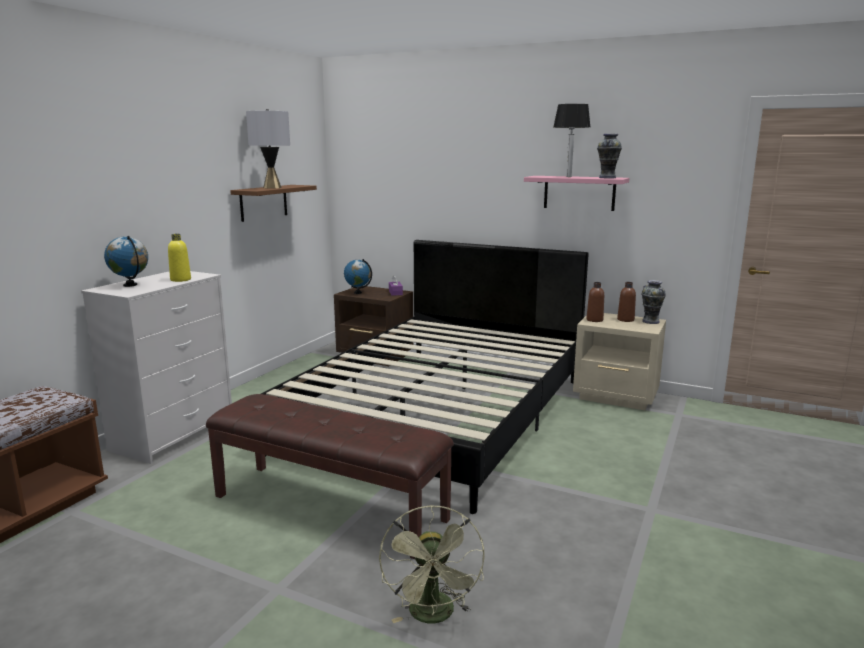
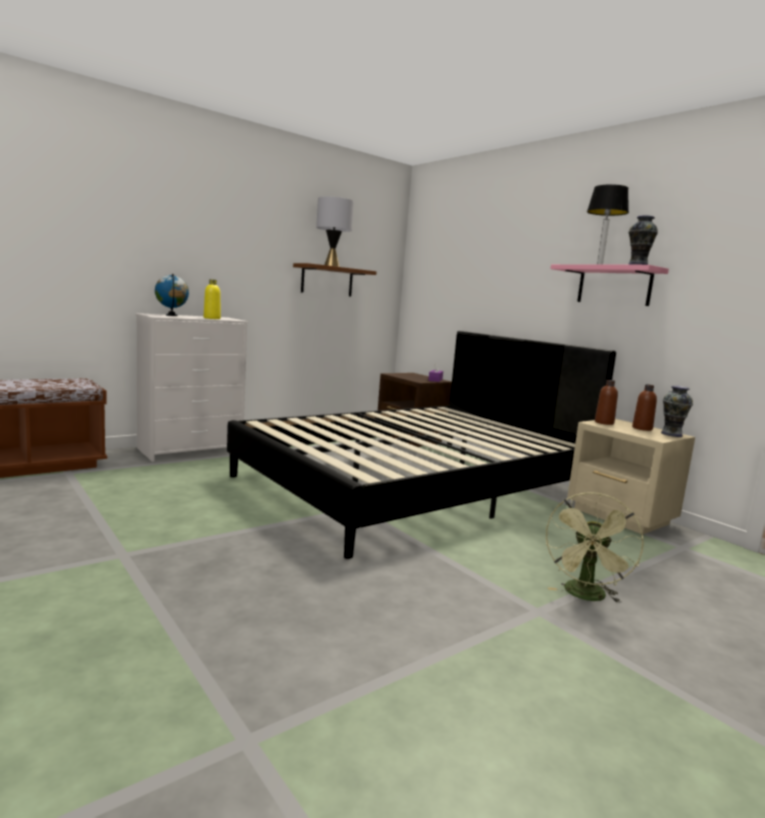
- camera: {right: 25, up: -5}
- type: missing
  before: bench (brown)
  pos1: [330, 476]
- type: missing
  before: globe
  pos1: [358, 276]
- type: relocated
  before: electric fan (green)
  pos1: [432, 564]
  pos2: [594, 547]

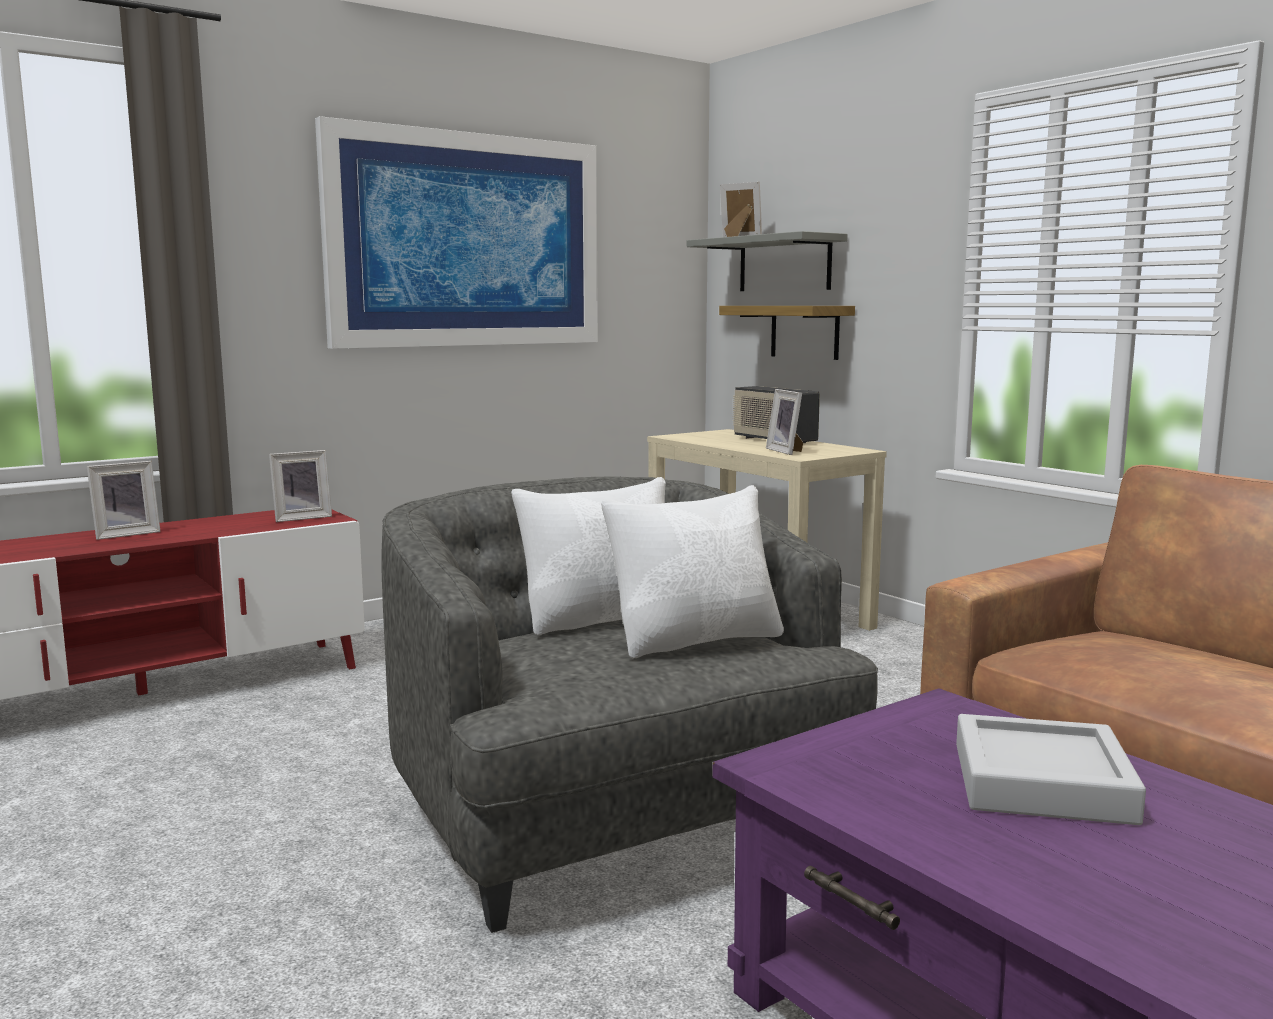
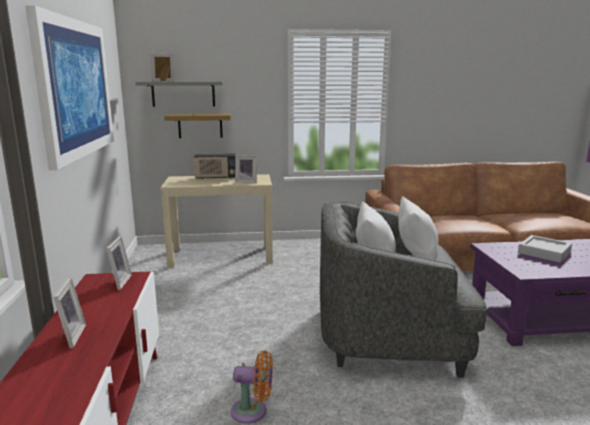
- camera: {right: -60, up: 5}
- type: appeared
  after: electric fan (orange-coloured)
  pos2: [252, 387]

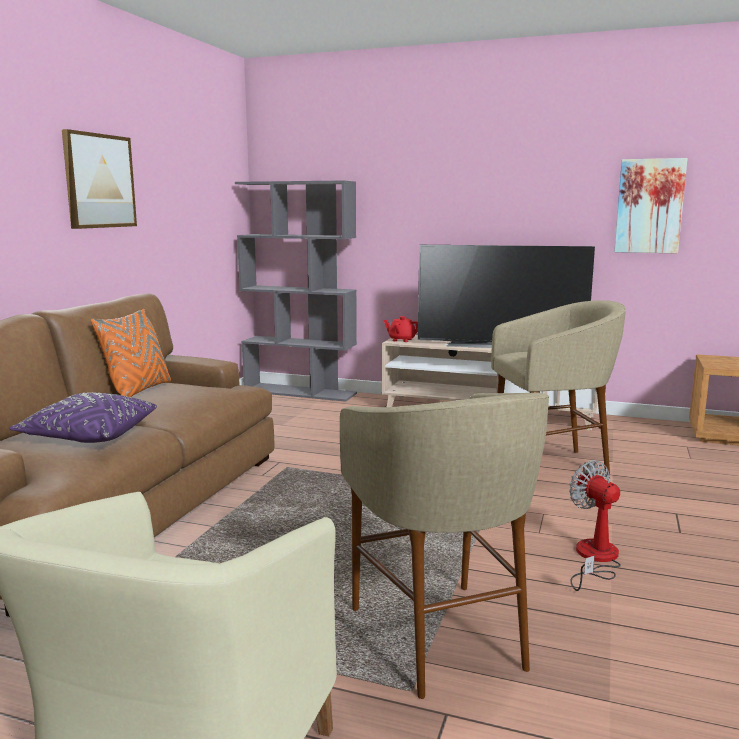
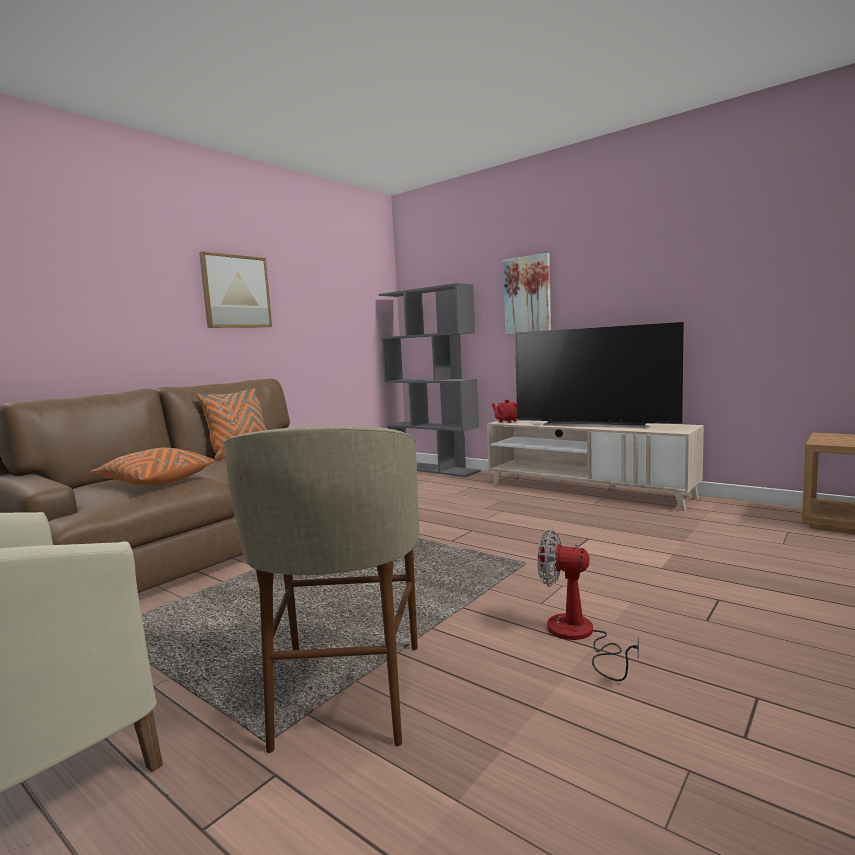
- camera: {right: 20, up: -5}
- type: colour
  before: pillow (purplish)
  after: pillow (orange-coloured)
  pos1: [83, 417]
  pos2: [152, 467]
- type: missing
  before: stool (beige-coloured)
  pos1: [558, 387]
- type: spun
  before: electric fan
  pos1: [595, 525]
  pos2: [588, 605]
  turn: -60
- type: relocated
  before: wall picture
  pos1: [651, 205]
  pos2: [527, 294]

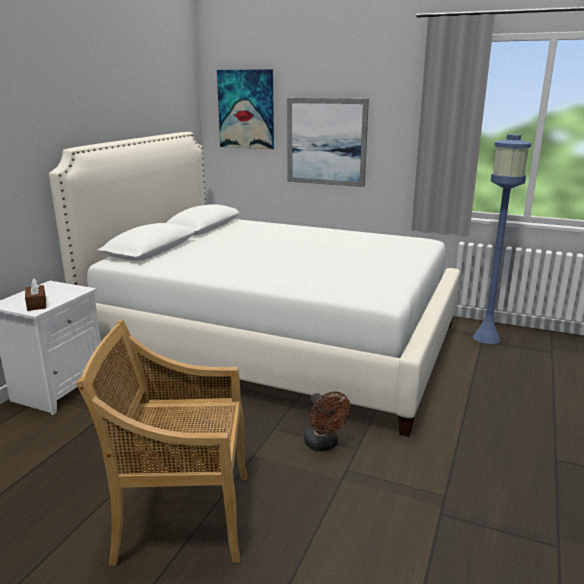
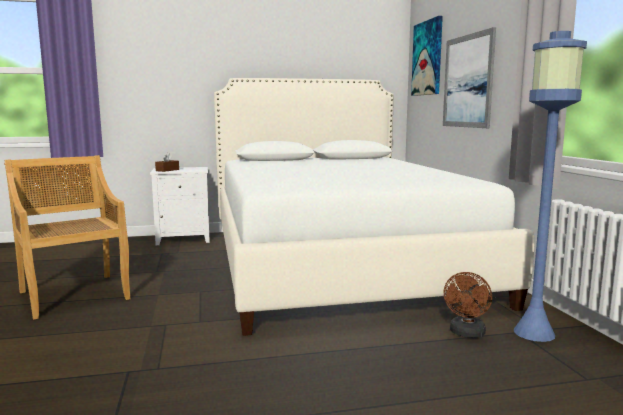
- camera: {right: 55, up: -10}
- type: relocated
  before: electric fan (brown)
  pos1: [327, 421]
  pos2: [468, 305]

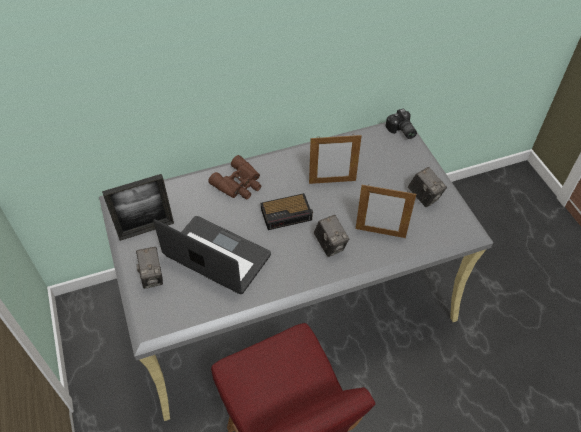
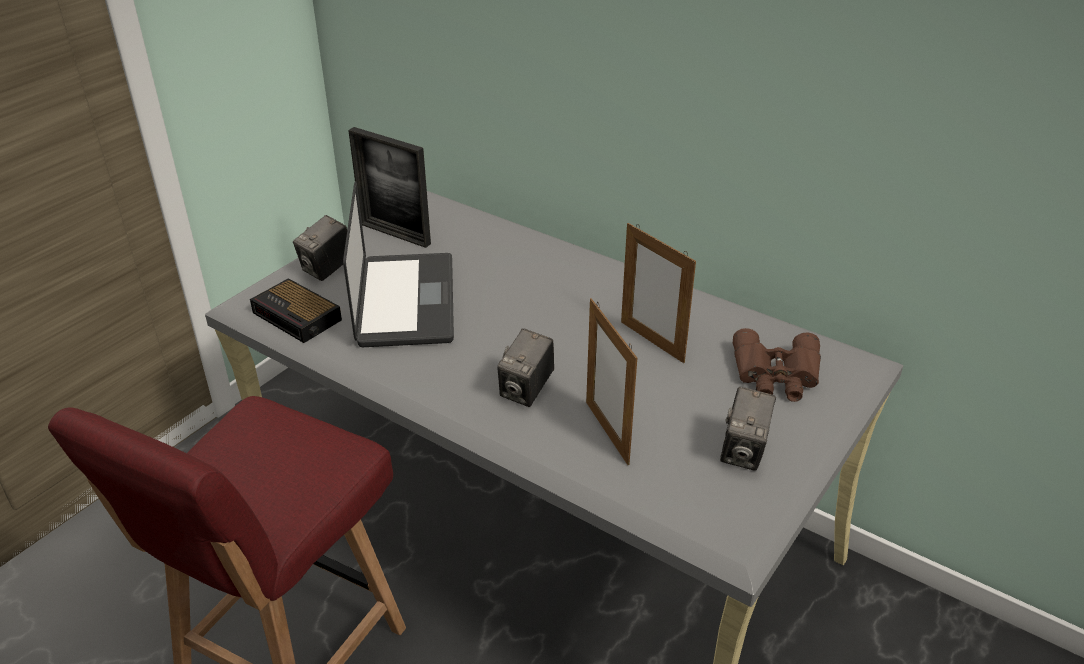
- camera: {right: 55, up: -15}
- type: relocated
  before: binoculars (brown)
  pos1: [234, 177]
  pos2: [777, 365]
- type: relocated
  before: alarm clock
  pos1: [287, 211]
  pos2: [296, 310]
- type: missing
  before: photo camera
  pos1: [401, 124]

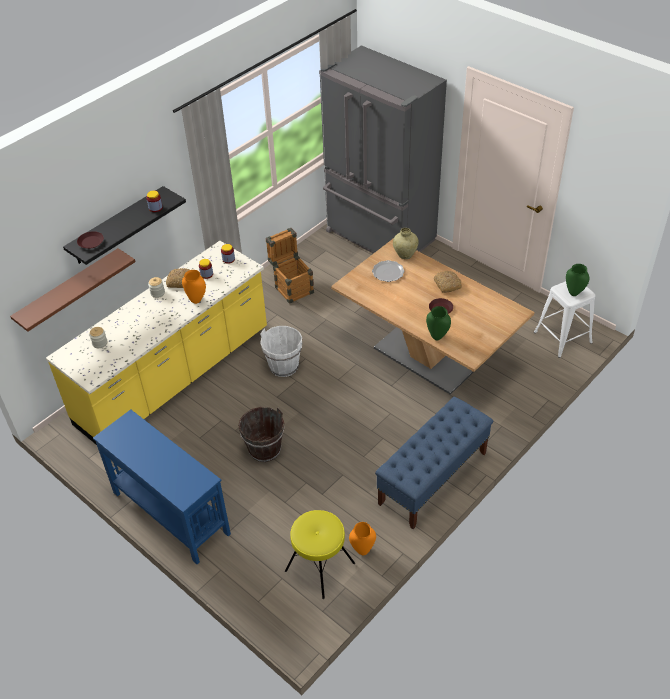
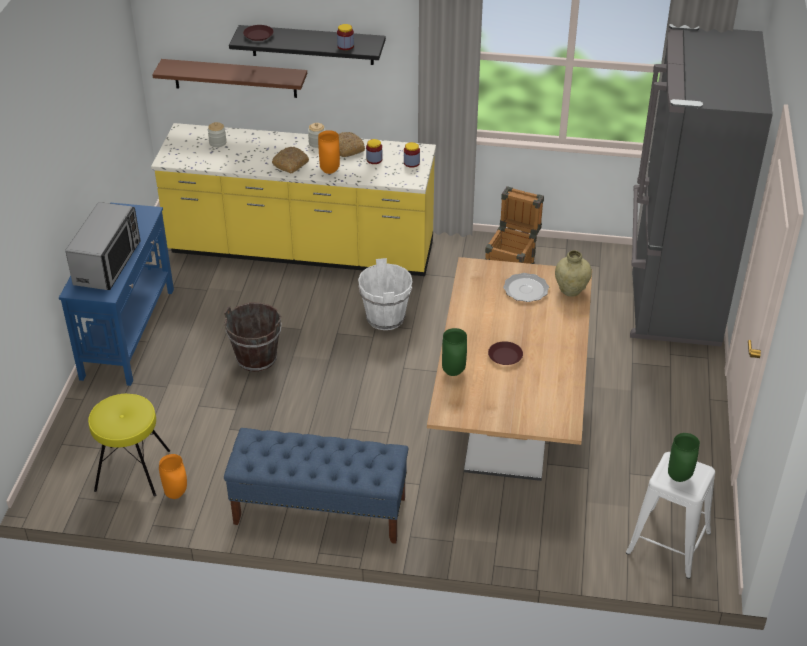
- camera: {right: 55, up: -5}
- type: relocated
  before: bakery bread
  pos1: [448, 282]
  pos2: [290, 160]
- type: appeared
  after: kitchen microwave
  pos2: [103, 246]

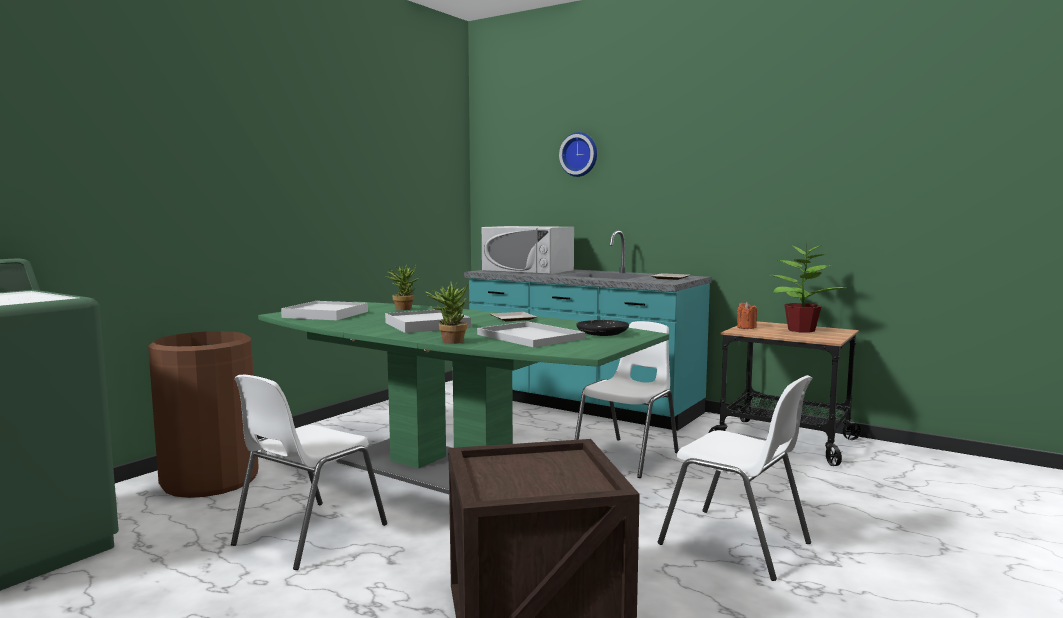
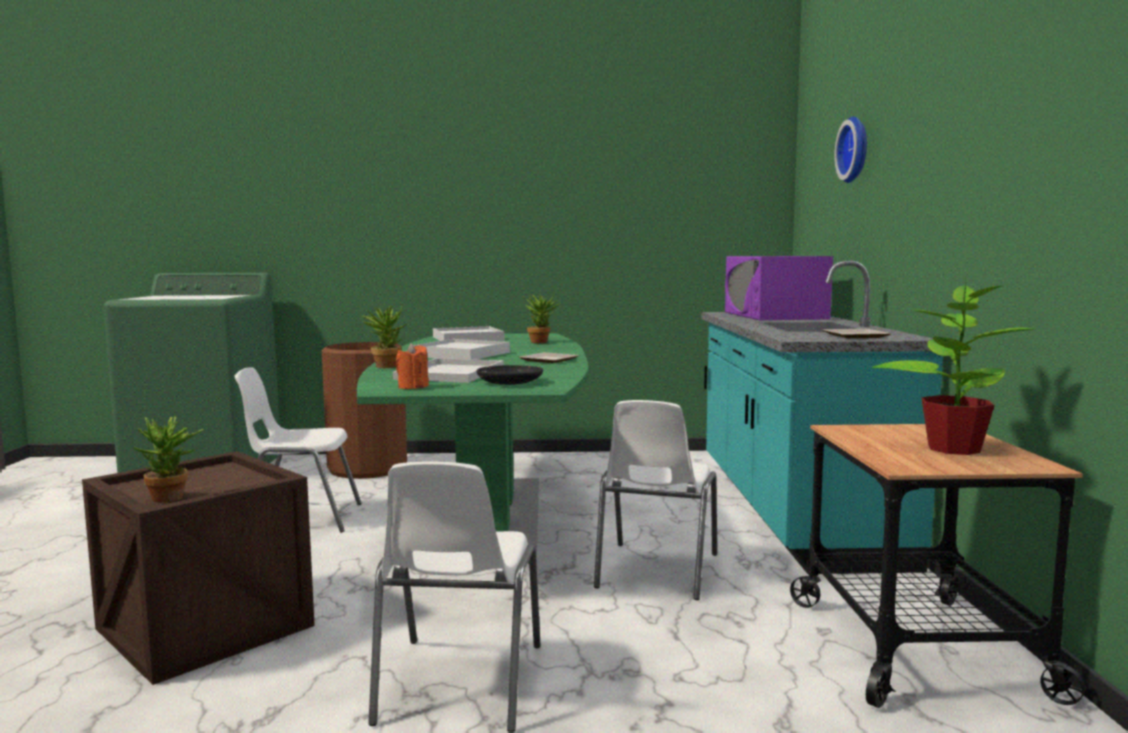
- camera: {right: 55, up: 0}
- type: colour
  before: kitchen microwave (whitish)
  after: kitchen microwave (purplish)
  pos1: [528, 250]
  pos2: [779, 288]
- type: spun
  before: upright chair (whitish)
  pos1: [627, 399]
  pos2: [655, 500]
  turn: 105
- type: relocated
  before: candle (orange-coloured)
  pos1: [747, 315]
  pos2: [412, 366]
- type: appeared
  after: houseplant
  pos2: [168, 459]

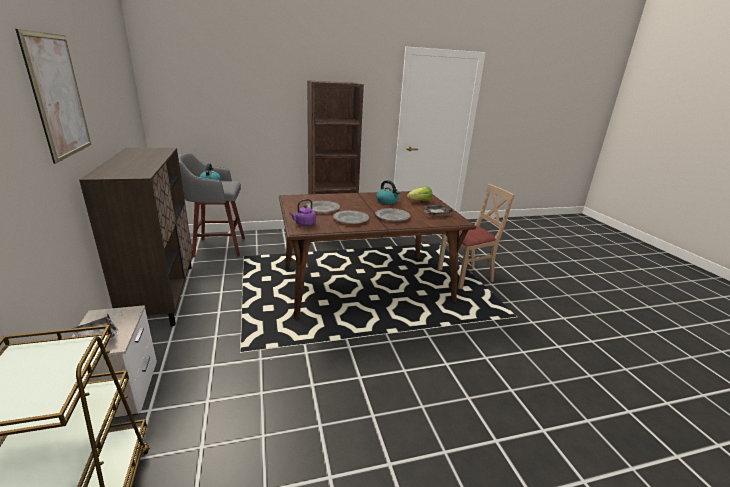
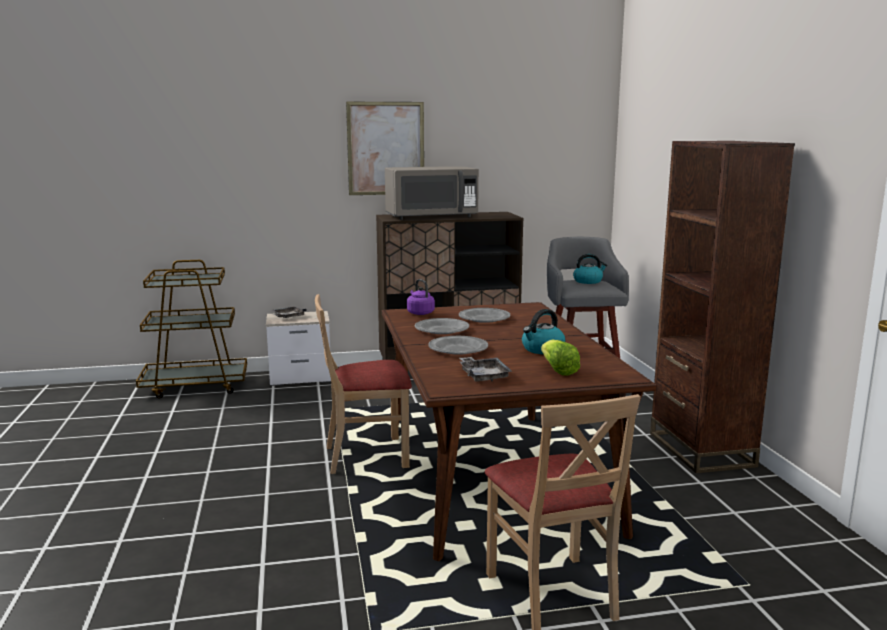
- camera: {right: 95, up: -10}
- type: appeared
  after: upright chair (beige-coloured)
  pos2: [363, 384]
- type: appeared
  after: kitchen microwave (gray)
  pos2: [432, 193]

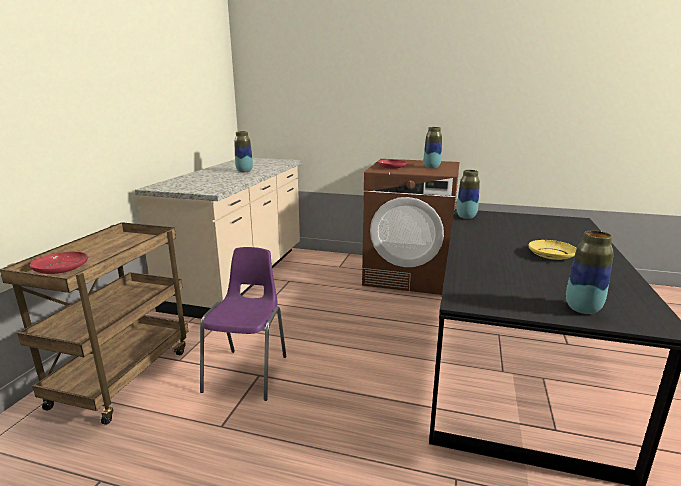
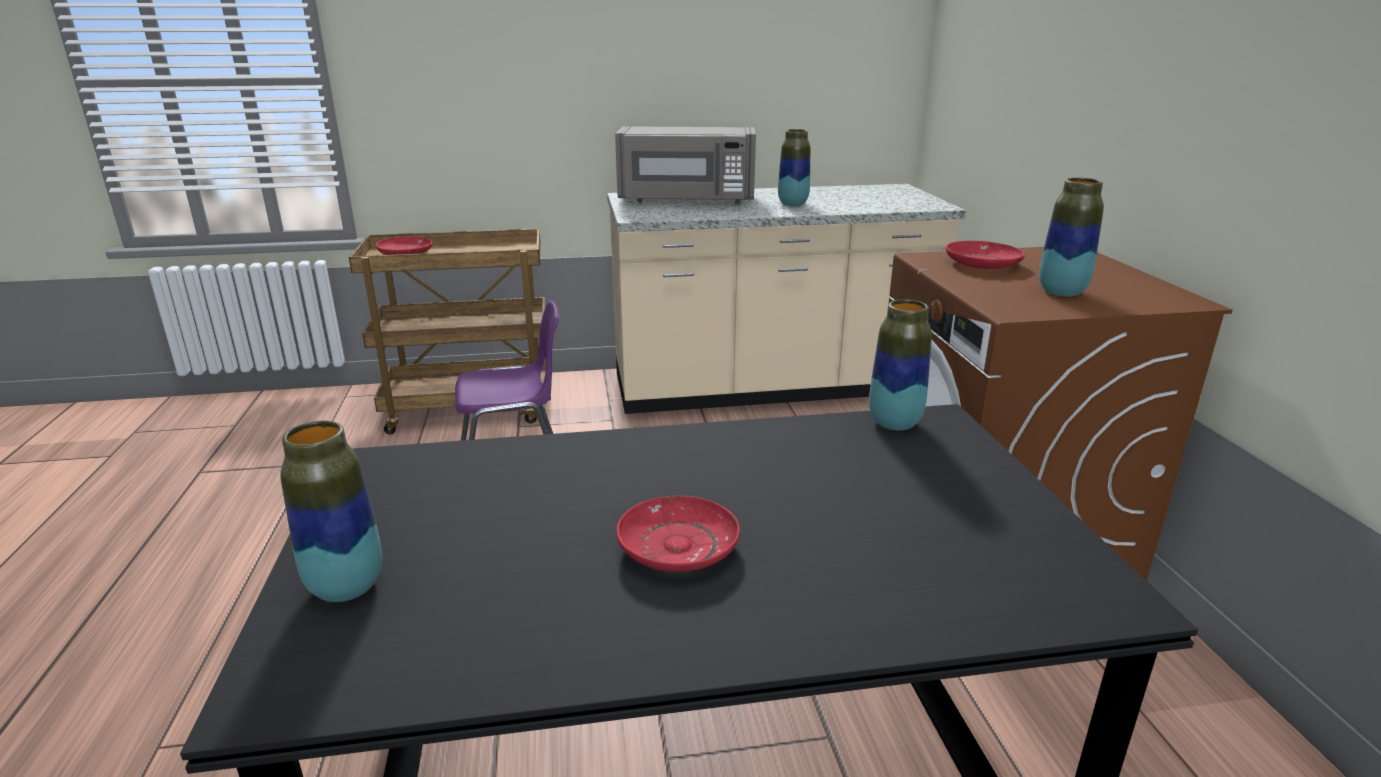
- camera: {right: 65, up: 5}
- type: colour
  before: flat dish (yellow-coloured)
  after: flat dish (reddish)
  pos1: [553, 250]
  pos2: [678, 534]
- type: appeared
  after: kitchen microwave (gray)
  pos2: [685, 165]

